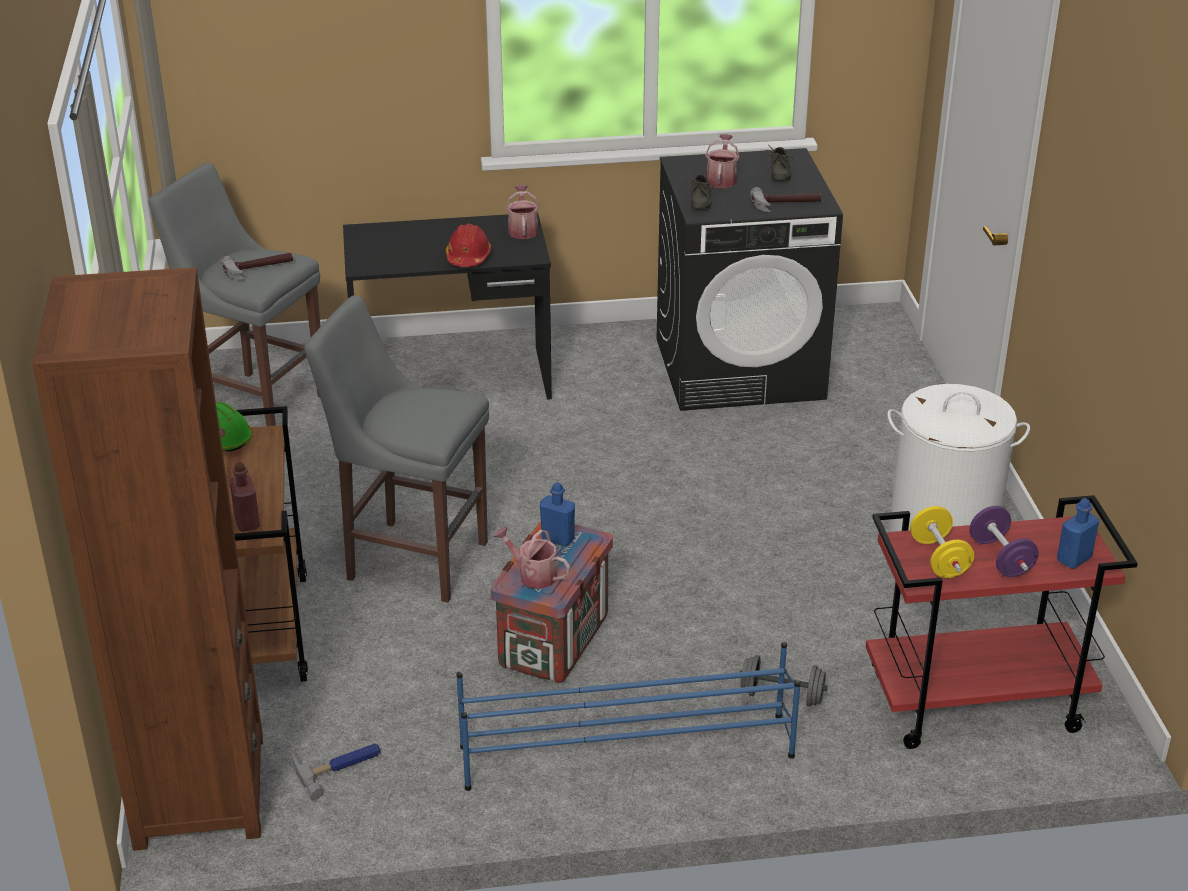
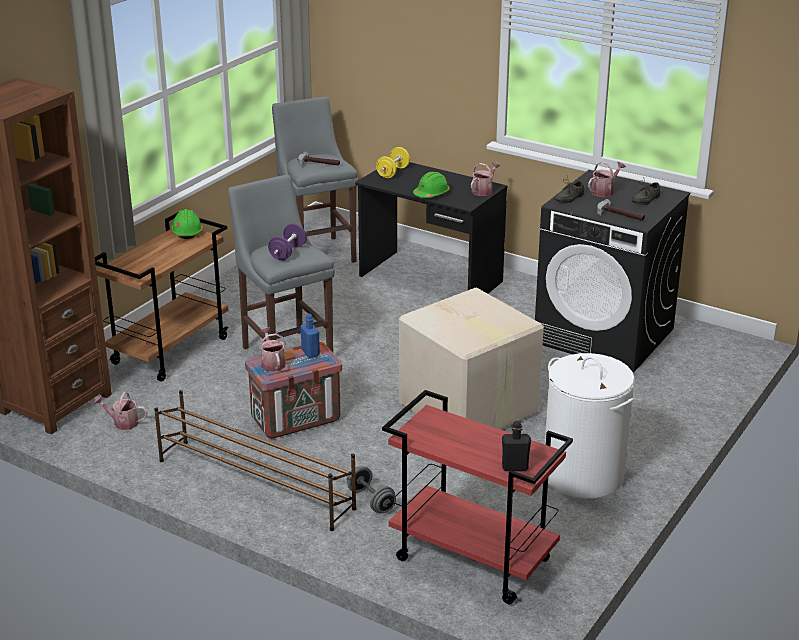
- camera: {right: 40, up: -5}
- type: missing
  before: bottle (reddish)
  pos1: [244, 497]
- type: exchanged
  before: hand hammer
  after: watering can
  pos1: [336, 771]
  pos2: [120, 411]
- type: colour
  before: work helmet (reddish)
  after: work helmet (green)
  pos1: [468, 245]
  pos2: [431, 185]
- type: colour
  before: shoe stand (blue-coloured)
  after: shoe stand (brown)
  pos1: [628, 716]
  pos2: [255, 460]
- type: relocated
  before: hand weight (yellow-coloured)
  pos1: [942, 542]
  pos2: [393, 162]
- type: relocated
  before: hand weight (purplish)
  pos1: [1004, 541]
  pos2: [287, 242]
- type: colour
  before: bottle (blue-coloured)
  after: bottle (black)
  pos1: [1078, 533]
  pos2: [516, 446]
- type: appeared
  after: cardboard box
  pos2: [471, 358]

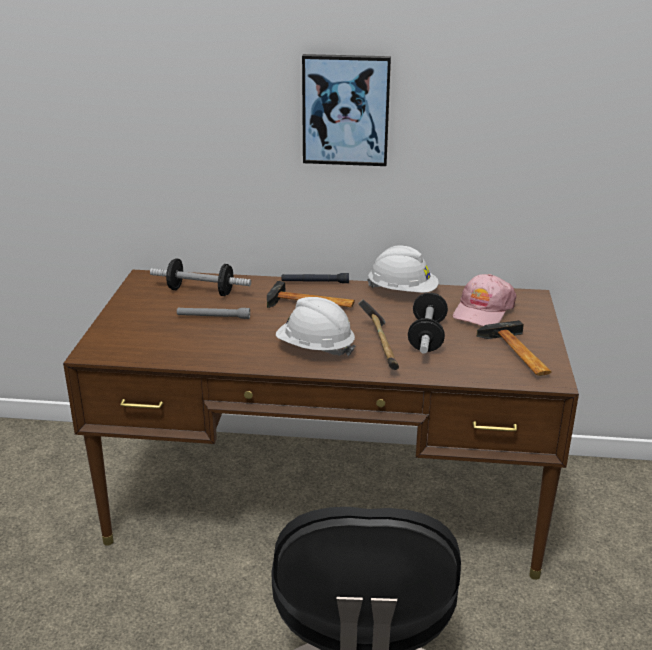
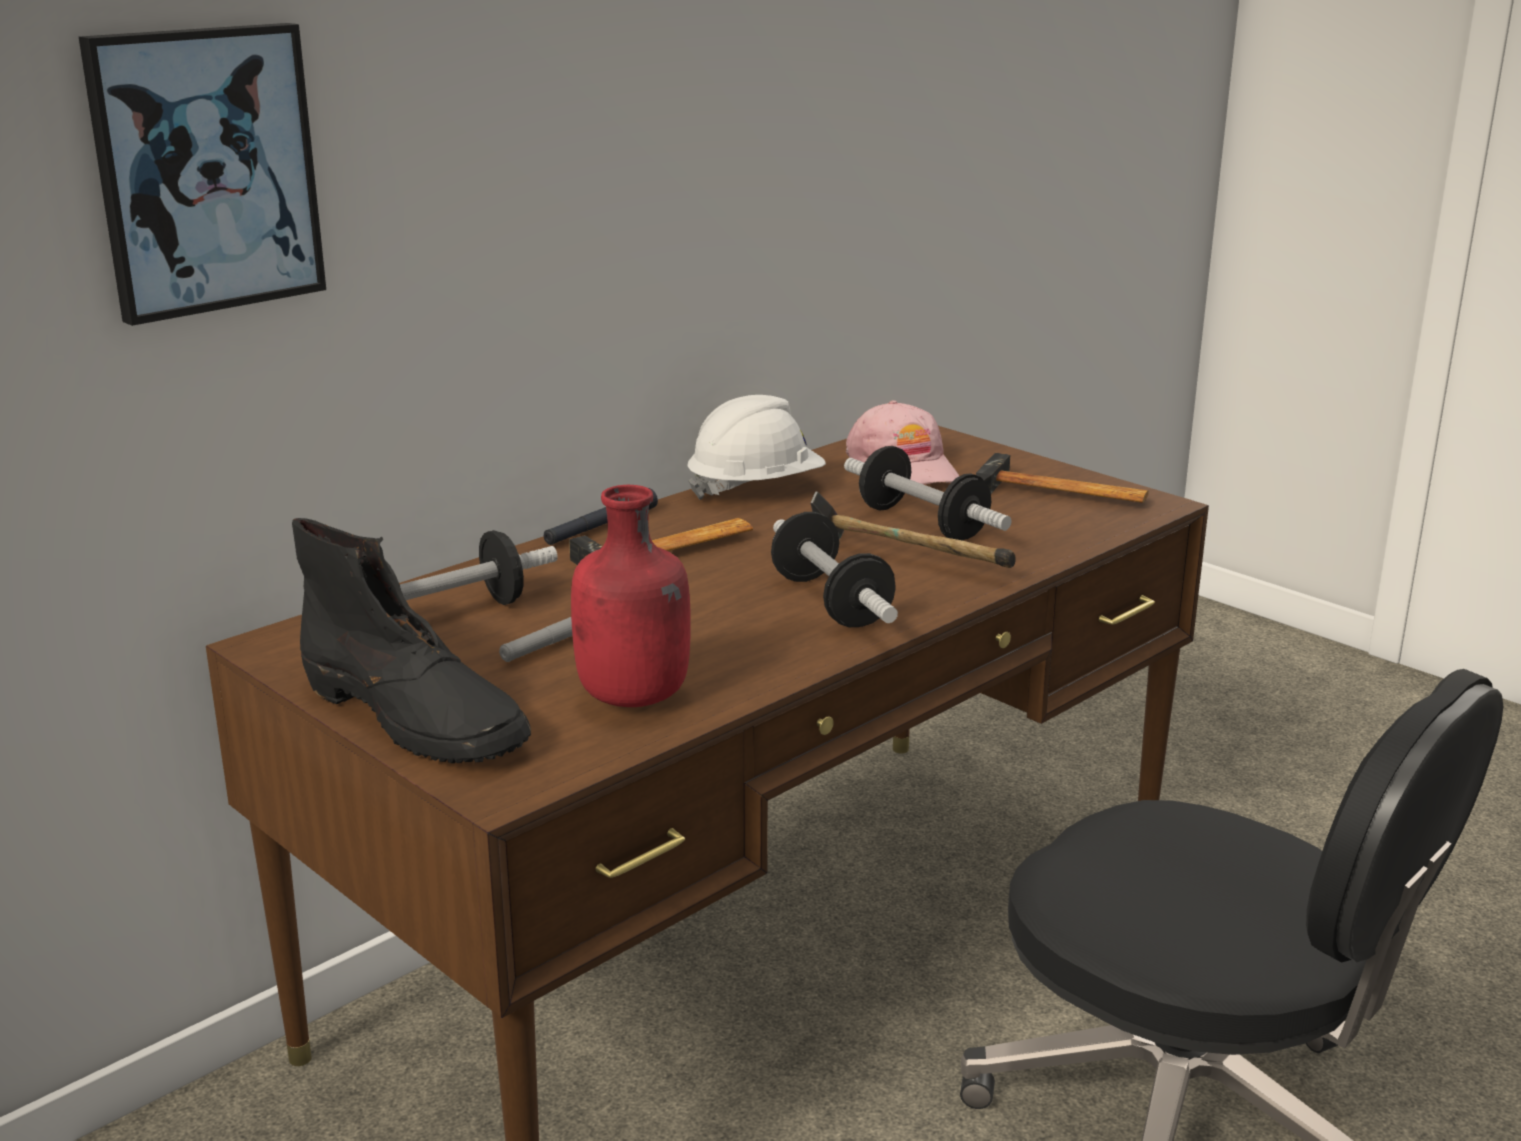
- camera: {right: -50, up: -5}
- type: exchanged
  before: work helmet (whitish)
  after: hand weight
  pos1: [315, 326]
  pos2: [834, 569]
- type: relocated
  before: wall picture
  pos1: [346, 110]
  pos2: [202, 174]
- type: appeared
  after: boot (black)
  pos2: [411, 640]
- type: appeared
  after: bottle (reddish)
  pos2: [631, 596]

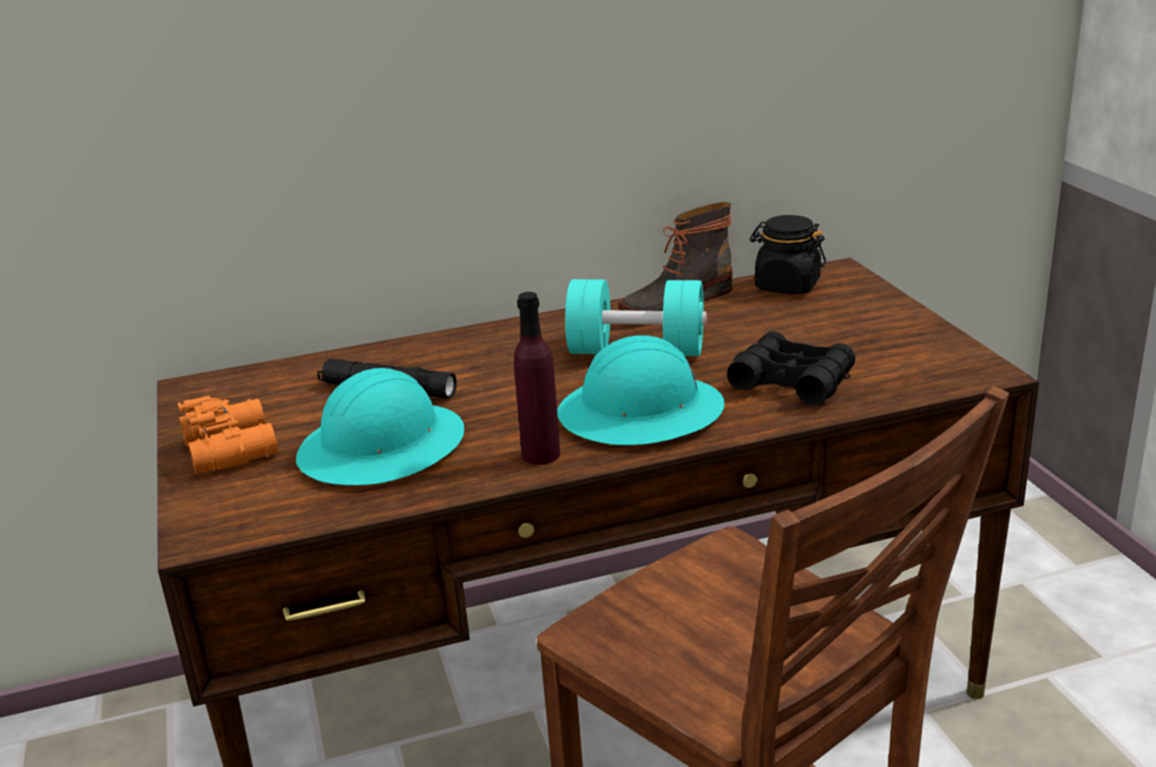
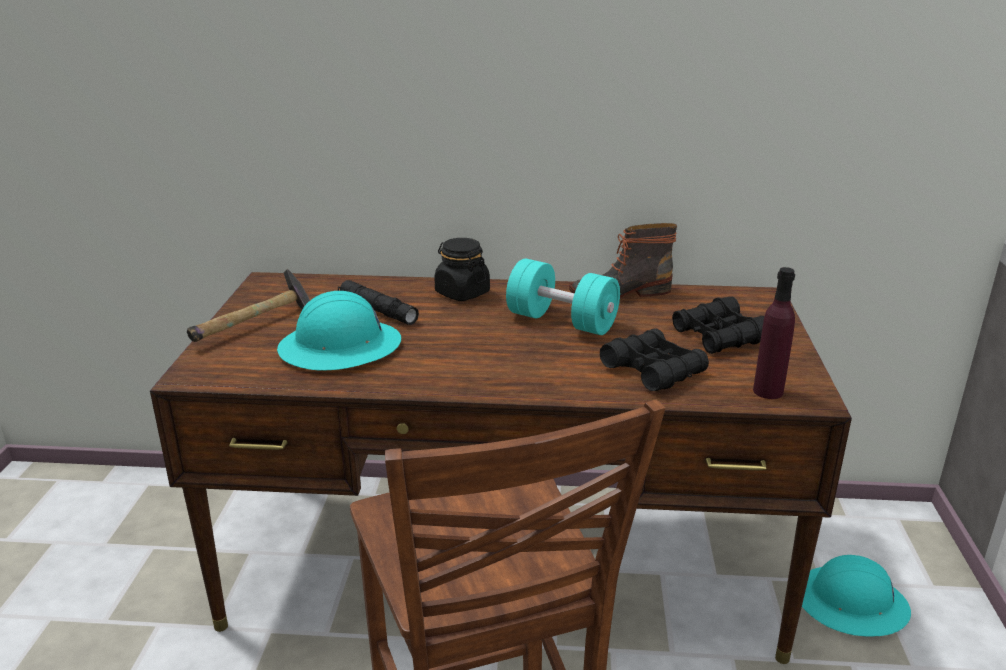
- camera: {right: 20, up: 0}
- type: exchanged
  before: binoculars (orange-coloured)
  after: hand hammer
  pos1: [228, 435]
  pos2: [248, 305]
- type: relocated
  before: bottle (purplish)
  pos1: [537, 378]
  pos2: [774, 333]
- type: relocated
  before: work helmet (turquoise)
  pos1: [641, 390]
  pos2: [856, 596]
- type: relocated
  before: storage jar (black)
  pos1: [788, 254]
  pos2: [462, 269]
- type: appeared
  after: binoculars (black)
  pos2: [718, 325]

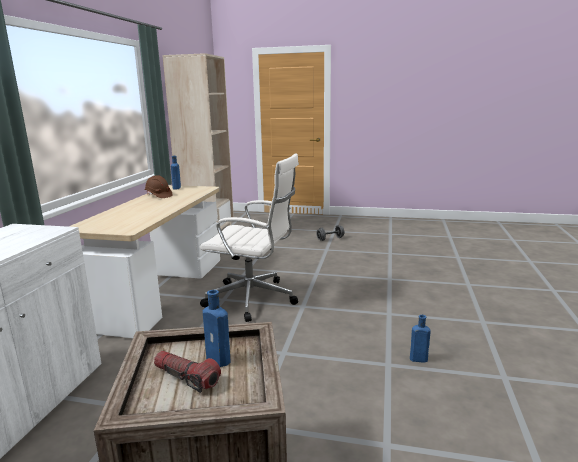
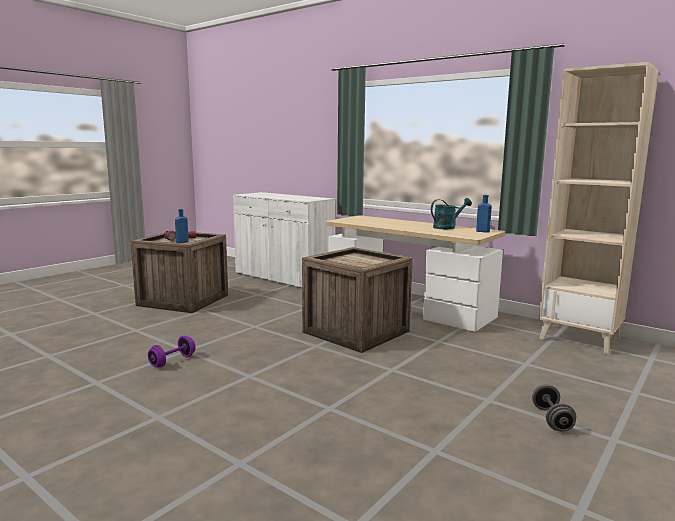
- camera: {right: 115, up: -5}
- type: exchanged
  before: work helmet (brown)
  after: watering can (turquoise)
  pos1: [159, 186]
  pos2: [451, 213]
- type: exchanged
  before: desk chair (whitish)
  after: packing crate
  pos1: [249, 237]
  pos2: [357, 300]
- type: exchanged
  before: bottle (blue-coloured)
  after: hand weight (purplish)
  pos1: [420, 339]
  pos2: [172, 352]

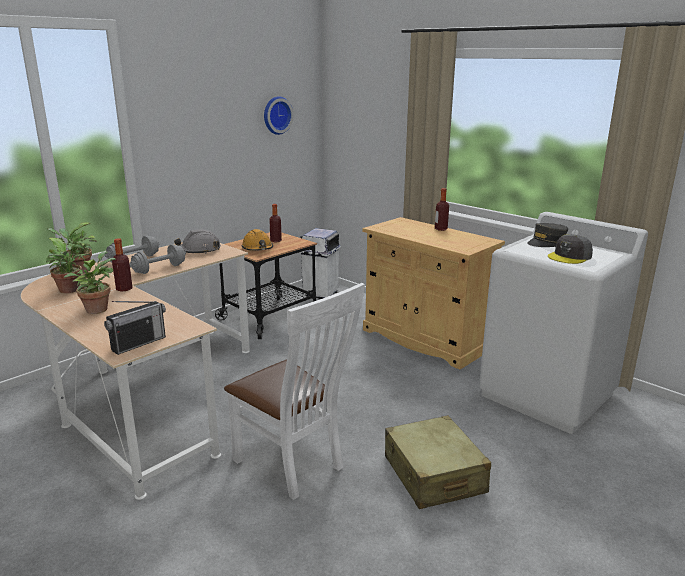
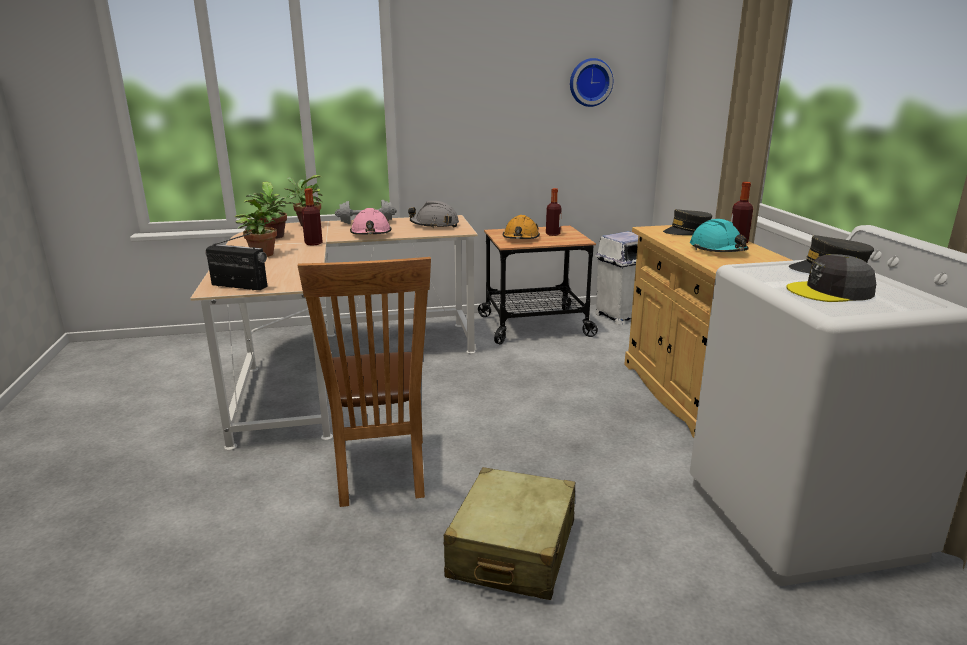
- camera: {right: 35, up: 0}
- type: spun
  before: radio
  pos1: [135, 328]
  pos2: [236, 261]
  turn: -150
- type: exchanged
  before: hand weight (gray)
  after: work helmet (pink-coloured)
  pos1: [158, 259]
  pos2: [371, 221]
- type: colour
  before: upright chair (whitish)
  after: upright chair (brown)
  pos1: [294, 391]
  pos2: [364, 382]
- type: appeared
  after: cap (gray)
  pos2: [687, 222]
- type: appeared
  after: work helmet (turquoise)
  pos2: [719, 235]

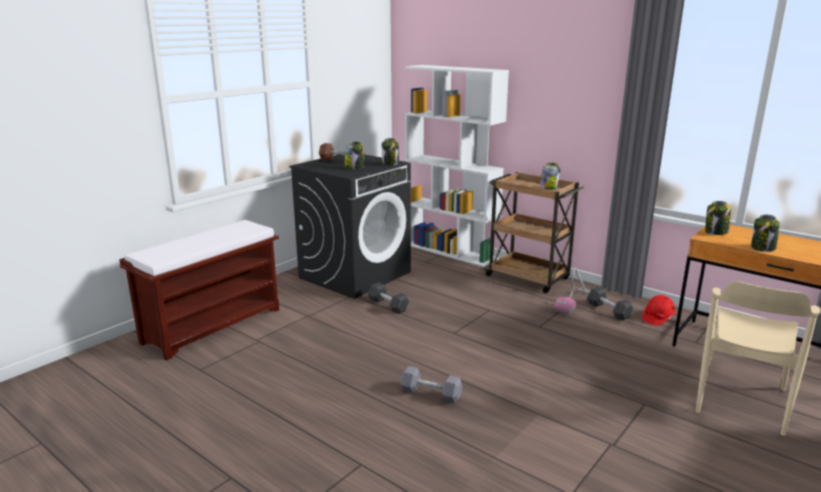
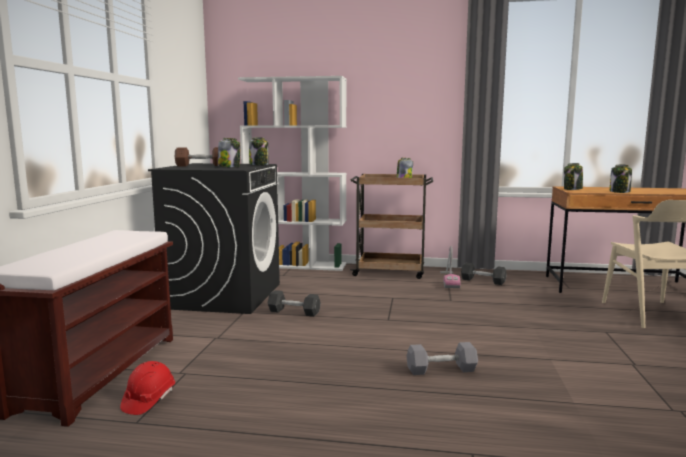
- camera: {right: -30, up: -10}
- type: relocated
  before: work helmet (reddish)
  pos1: [659, 310]
  pos2: [147, 388]

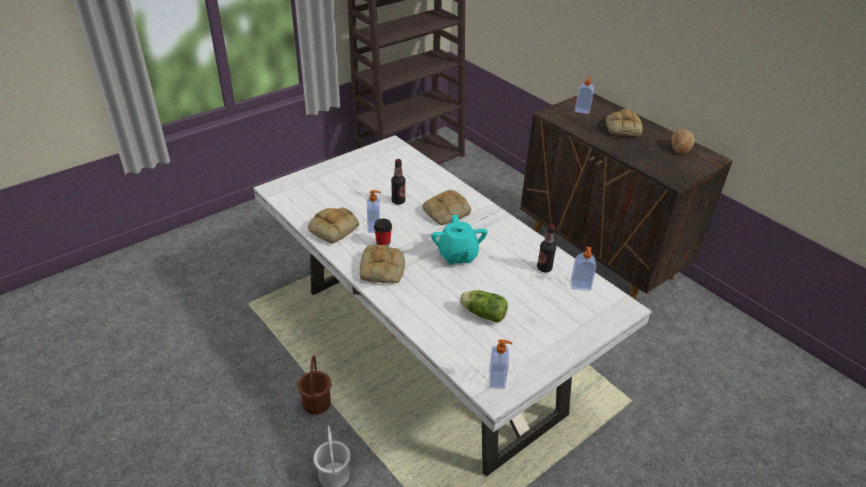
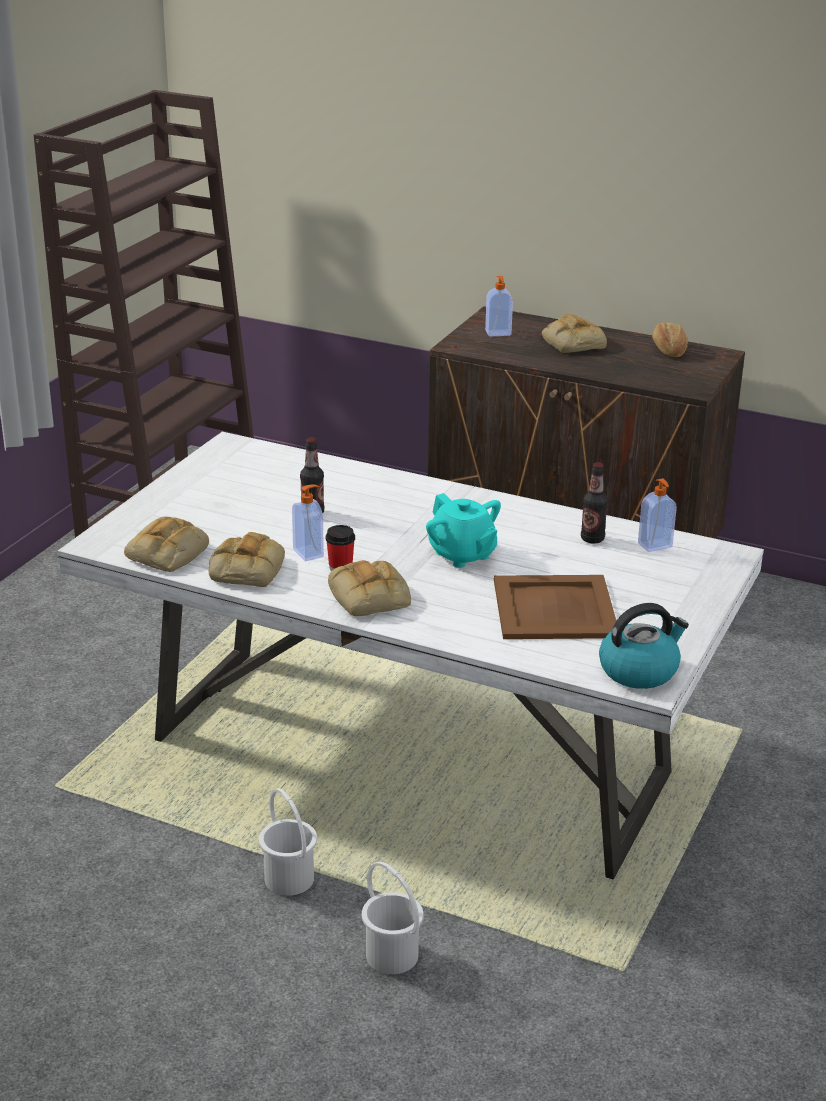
- camera: {right: -25, up: -10}
- type: colour
  before: water bucket (brown)
  after: water bucket (whitish)
  pos1: [314, 385]
  pos2: [288, 842]
- type: relocated
  before: bakery bread
  pos1: [447, 207]
  pos2: [166, 544]
- type: exchanged
  before: lettuce head
  after: serving tray (brown)
  pos1: [484, 306]
  pos2: [555, 607]
- type: exchanged
  before: liquid soap bottle
  after: kettle
  pos1: [500, 364]
  pos2: [644, 646]

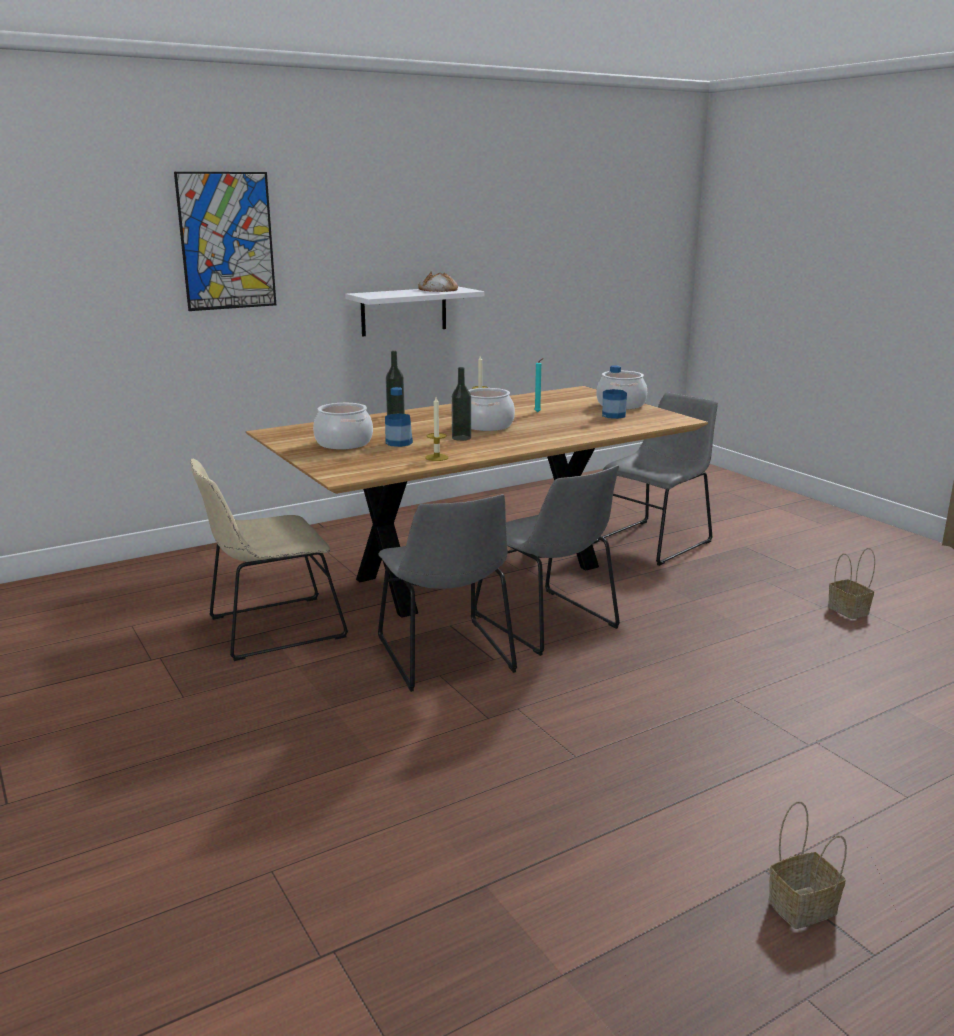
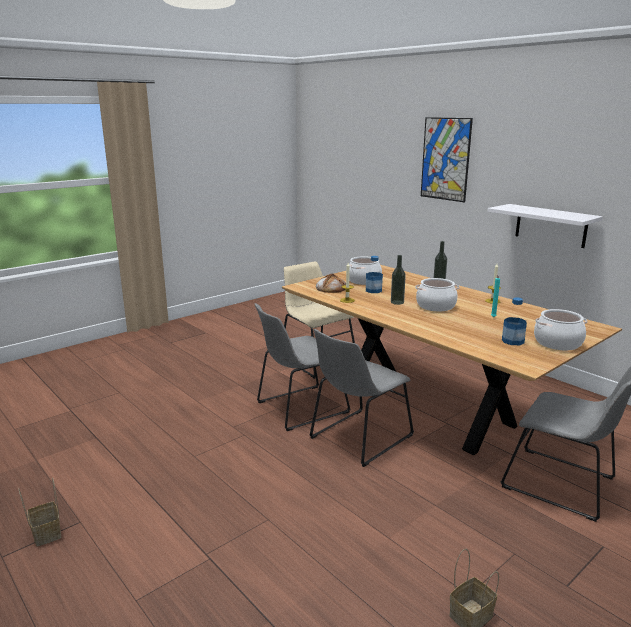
- camera: {right: 80, up: 0}
- type: relocated
  before: bakery bread
  pos1: [438, 282]
  pos2: [331, 283]

